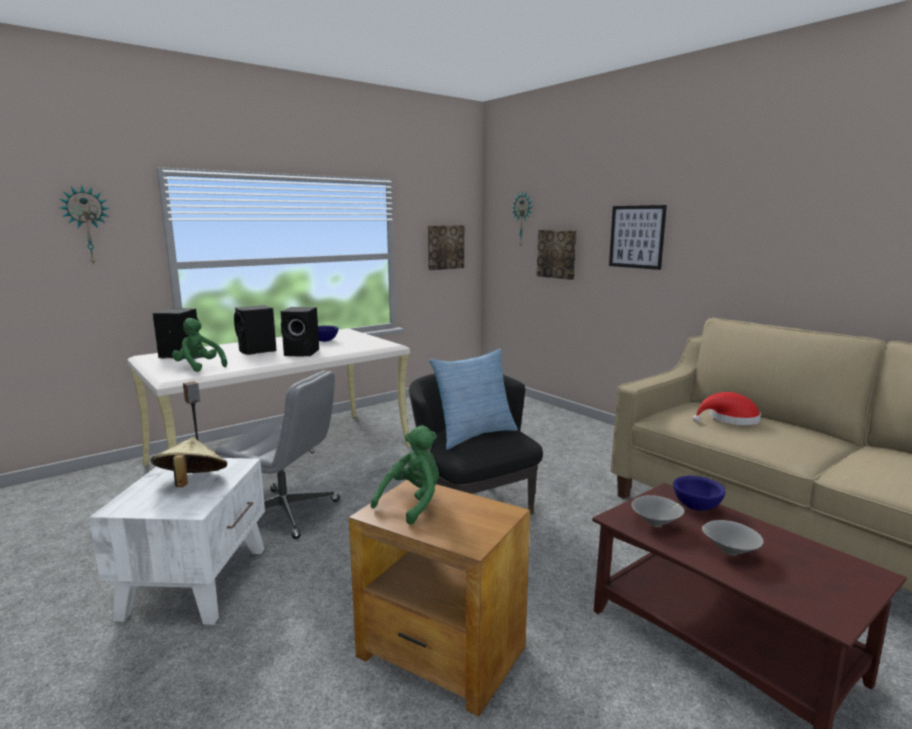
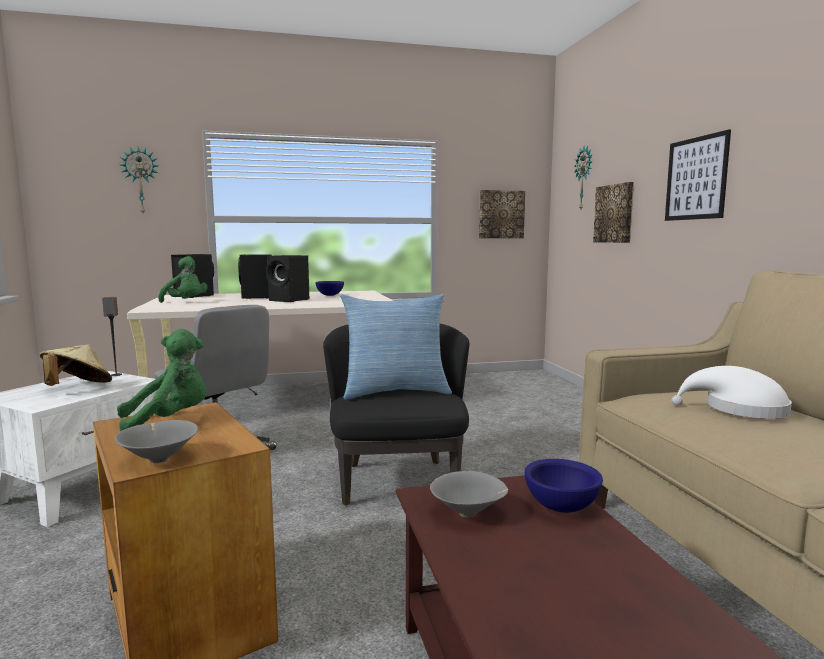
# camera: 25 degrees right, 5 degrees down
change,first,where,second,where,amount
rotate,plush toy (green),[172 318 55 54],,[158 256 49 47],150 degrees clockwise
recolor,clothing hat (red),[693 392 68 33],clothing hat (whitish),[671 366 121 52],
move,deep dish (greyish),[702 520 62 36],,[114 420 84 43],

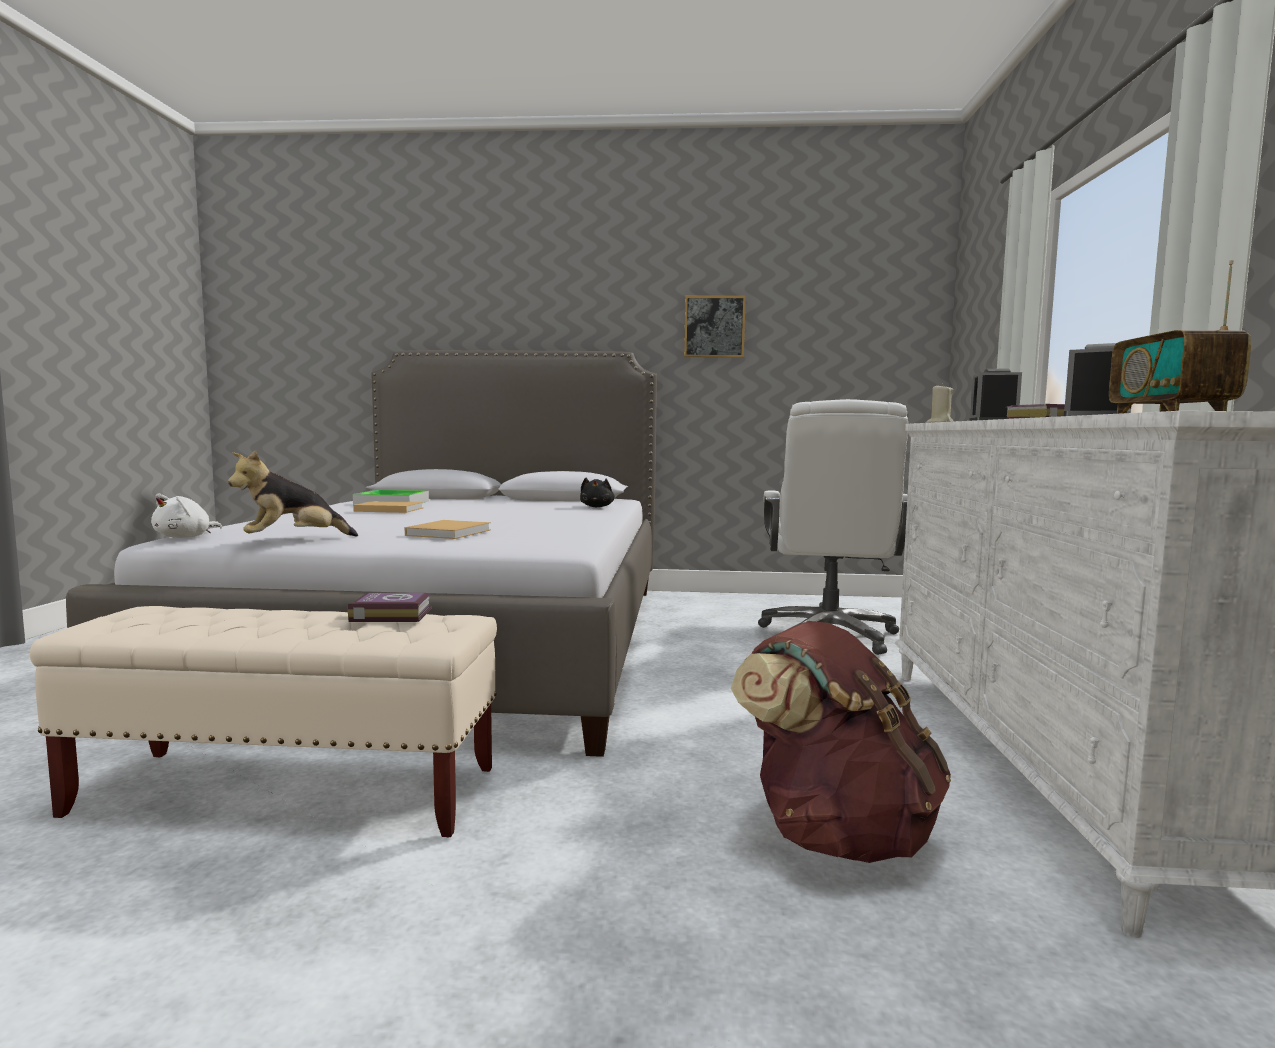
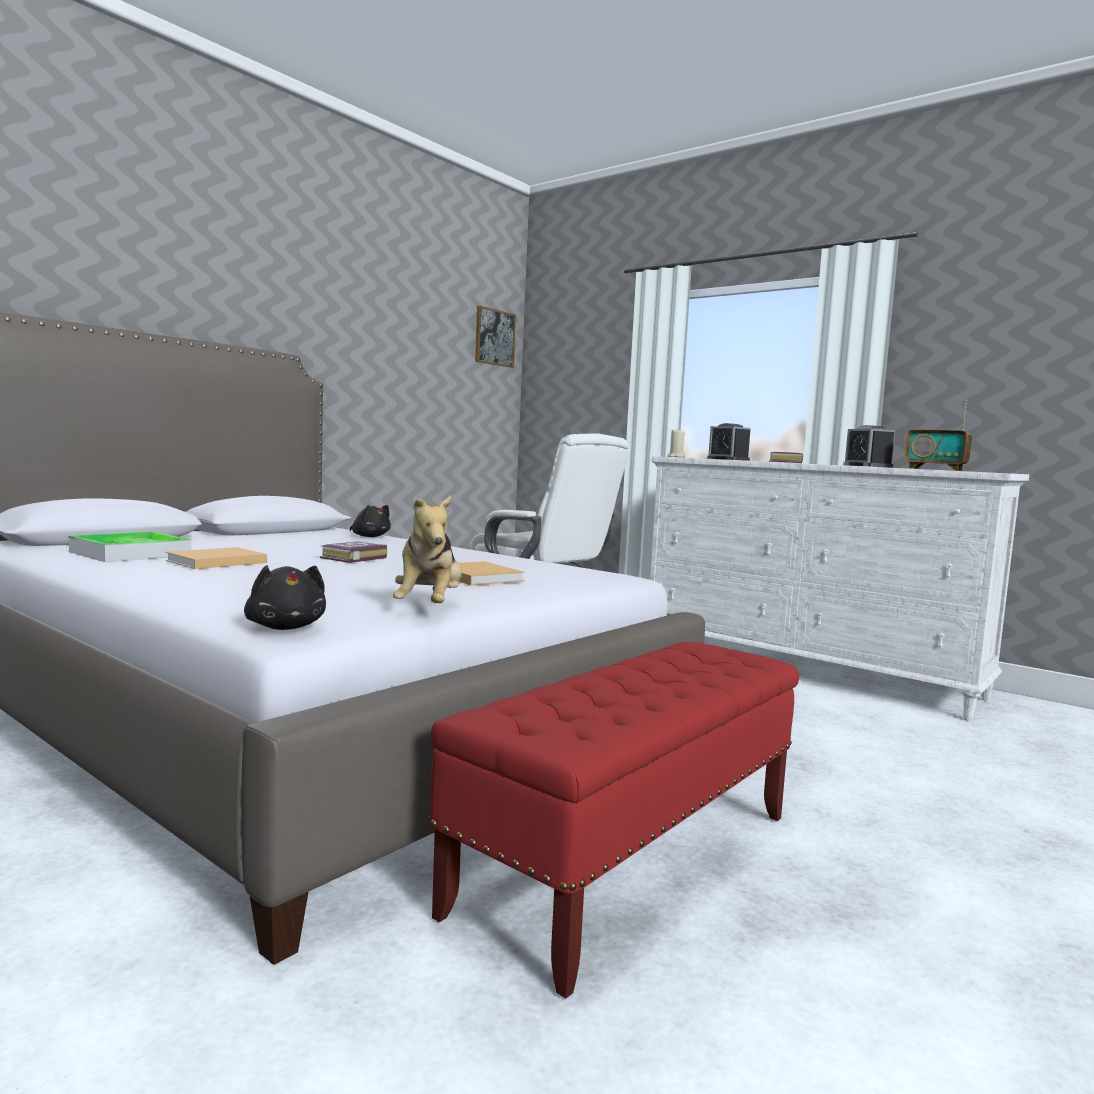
# camera: 55 degrees left, 0 degrees up
change,first,where,second,where,amount
move,picture,[684 296 62 62],,[475 306 41 62],
recolor,plush toy (whitish),[151 494 71 44],plush toy (black),[244 565 82 65],
move,book,[348 593 84 29],,[320 541 67 22],
recolor,indoor bench (beige-coloured),[30 606 467 231],indoor bench (red),[429 642 370 356],
delete,backpack (brownish),[731 621 220 242],,,

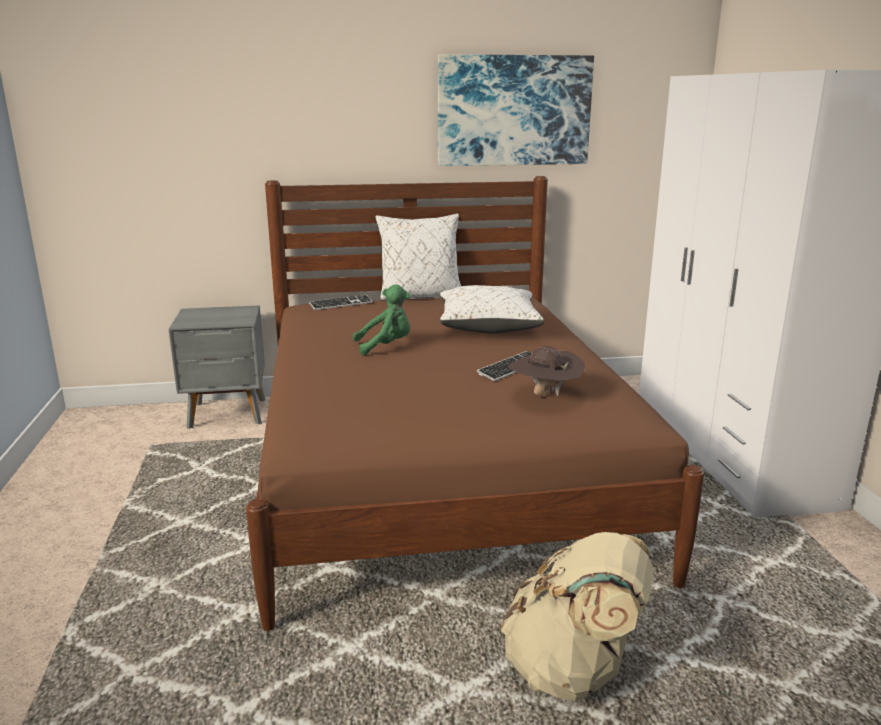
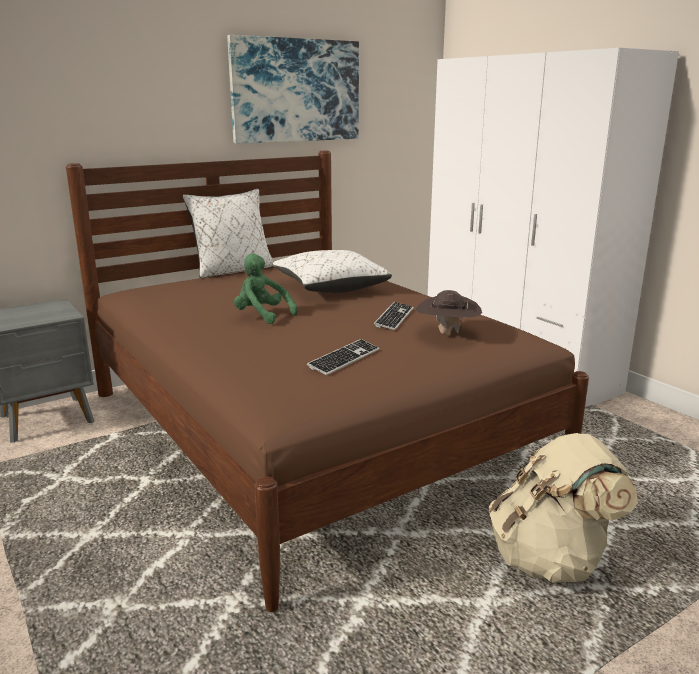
# camera: 25 degrees left, 0 degrees up
change,first,where,second,where,amount
rotate,plush toy (green),[353 284 58 72],,[234 254 64 70],105 degrees counterclockwise
move,PC keyboard,[309 295 64 15],,[307 339 73 36],

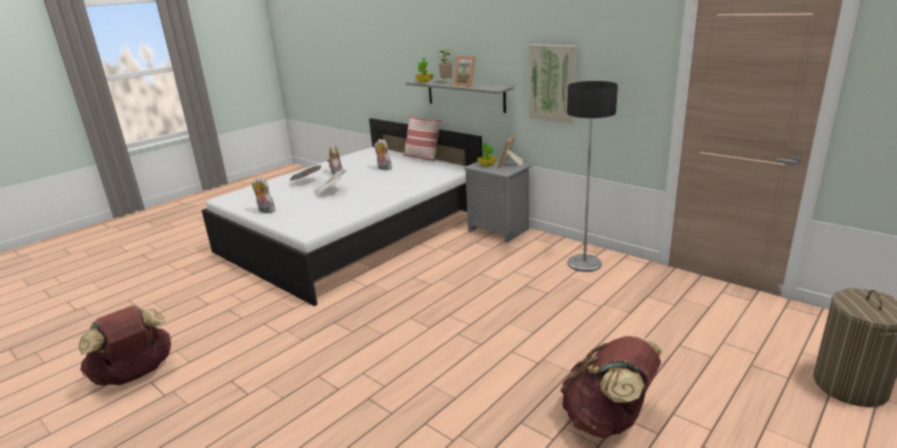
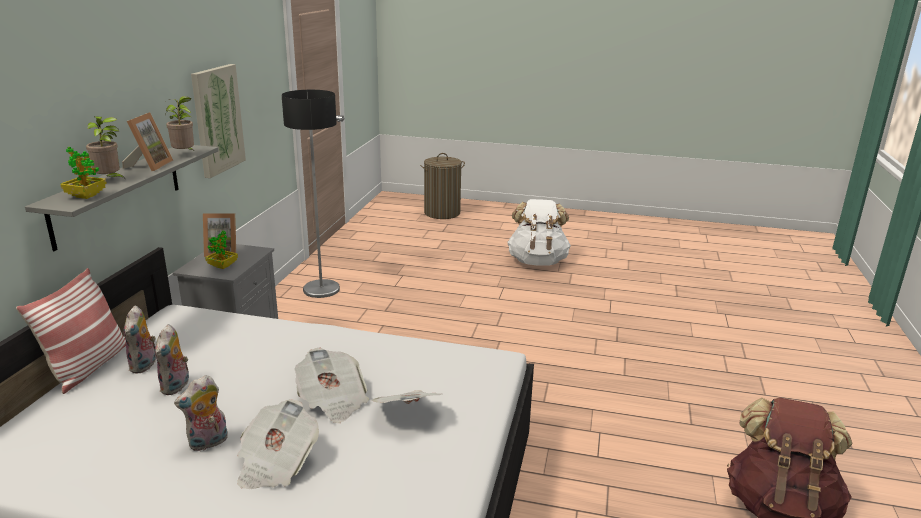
# camera: 120 degrees left, 0 degrees up
change,first,where,second,where,amount
move,plush toy,[252 177 23 36],,[124 306 32 68],
recolor,backpack (brownish),[560 336 102 102],backpack (whitish),[507 199 64 67],
insert,,,potted plant,[165 96 29 54],
insert,,,daily paper,[372 390 70 14],

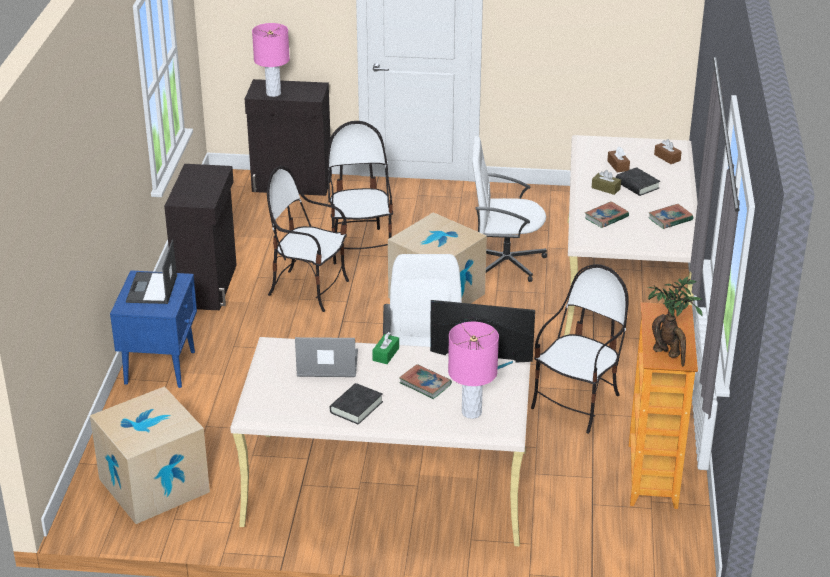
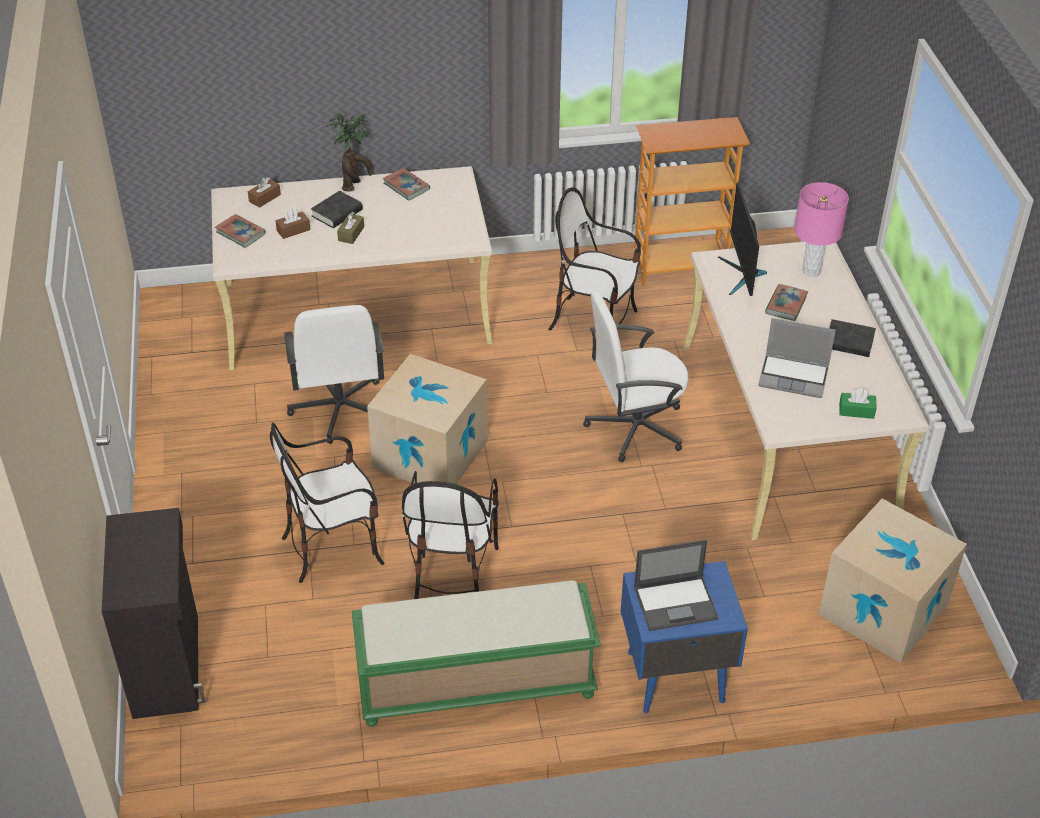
# camera: 105 degrees left, 10 degrees up
change,first,where,second,where,amount
delete,table lamp (pink),[252 23 38 74],,,
replace,cupboard (black),[164 164 73 146],indoor bench (green),[352 580 249 147],
move,book,[585 201 44 27],,[215 214 51 34],
move,potted plant,[648 277 55 89],,[327 112 45 80],
move,tissue holder (green),[372 332 27 32],,[839 389 38 30],
rotate,laptop,[295 337 63 40],,[758 318 78 80],60 degrees counterclockwise

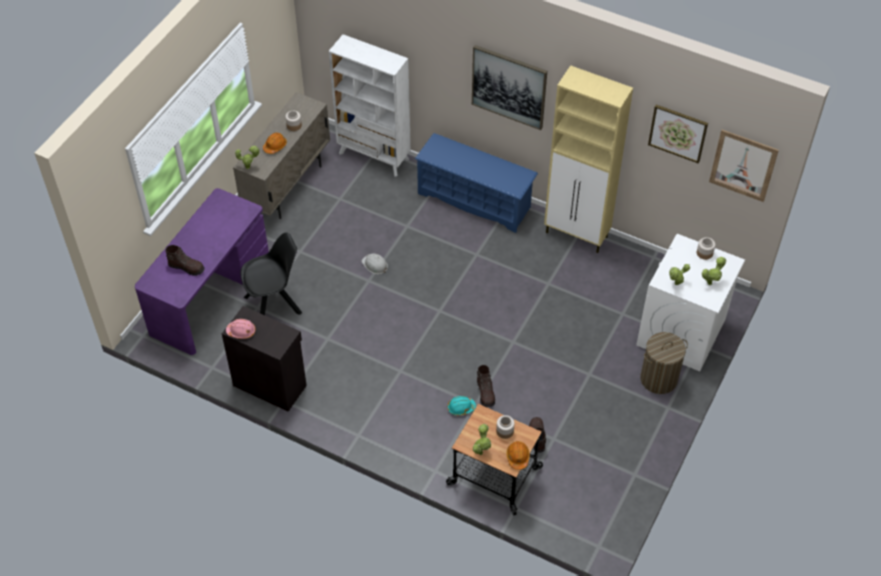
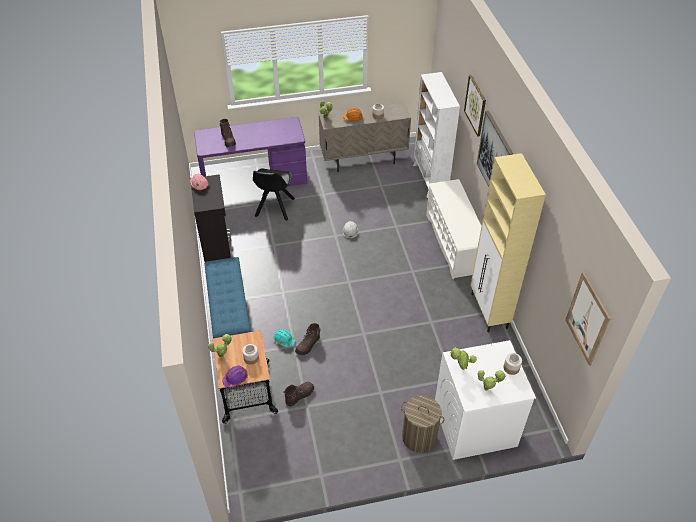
# camera: 50 degrees right, 5 degrees down
change,first,where,second,where,amount
move,picture,[648 105 60 58],,[464 75 22 61],
recolor,shoe shelf (bluish),[415 133 123 100],shoe shelf (whitish),[426 179 55 100],
rotate,chair (black),[240 232 62 83],,[253 169 42 52],75 degrees clockwise
recolor,work helmet (orange),[507 441 23 29],work helmet (purple),[222 366 26 22],
insert,,,indoor bench (bluish),[204 257 47 81],

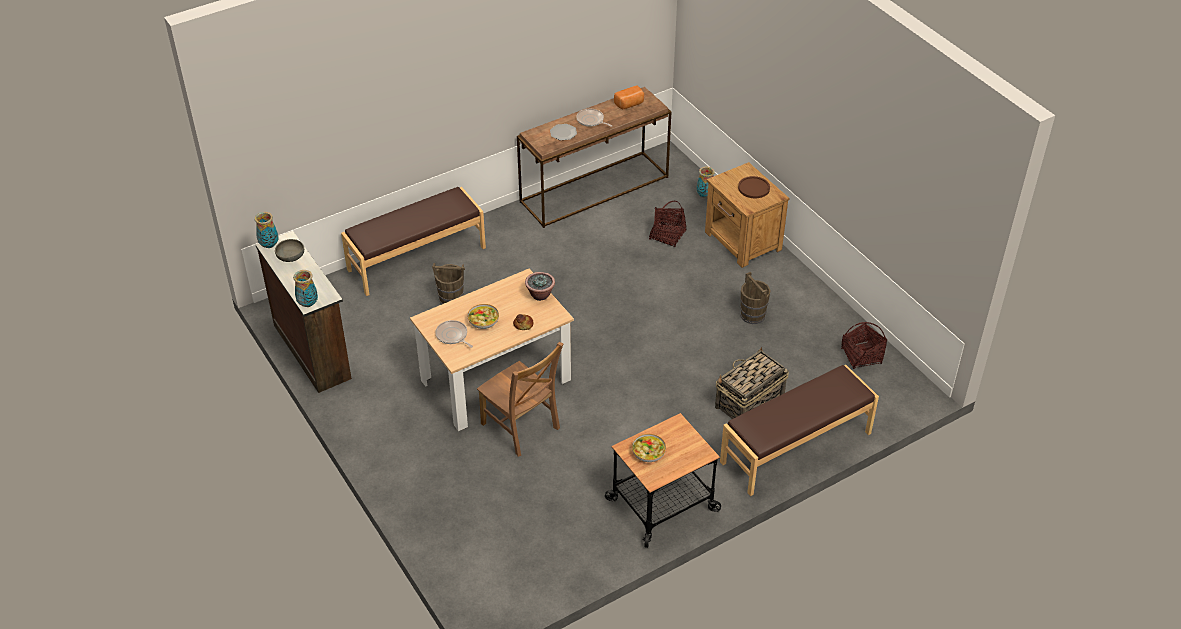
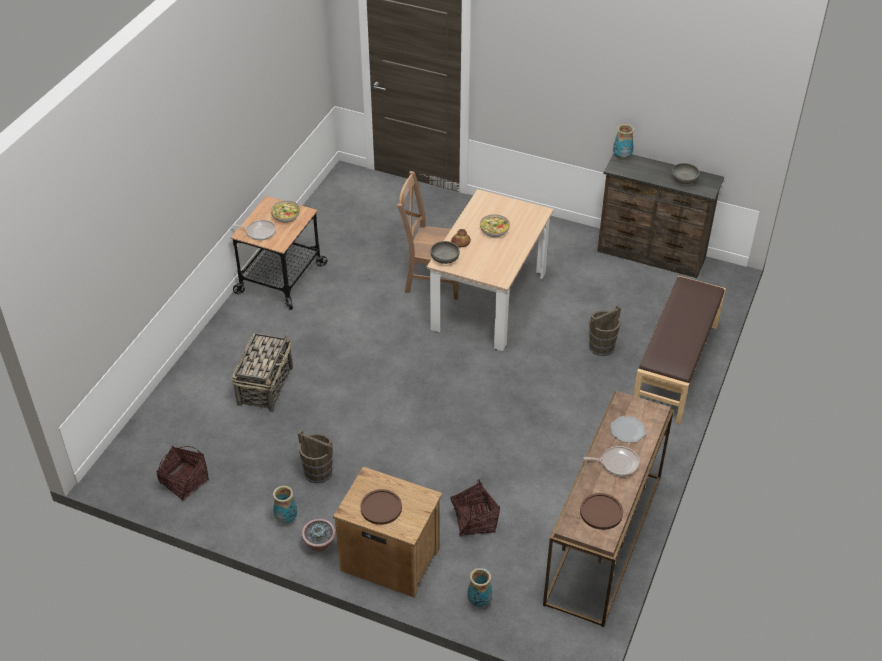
# camera: 145 degrees right, 0 degrees up
change,first,where,second,where,amount
replace,bakery bread,[614 85 30 24],dinner plate (brownish),[580 493 43 37],
move,flower vase,[255 212 24 36],,[273 486 24 38],
move,potted plant,[525 272 30 29],,[302 519 34 33],
move,pan,[435 320 38 28],,[232 220 44 20],
delete,indoor bench (brownish),[720 365 159 131],,,
insert,,,deep dish (greyish),[430 241 30 23],

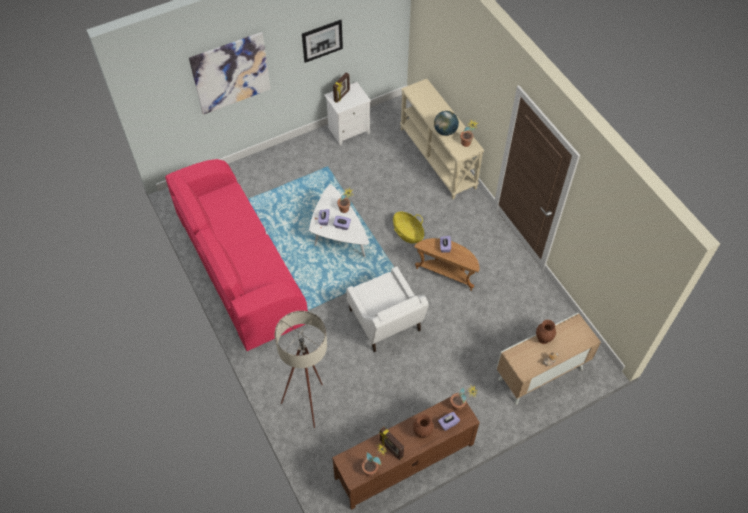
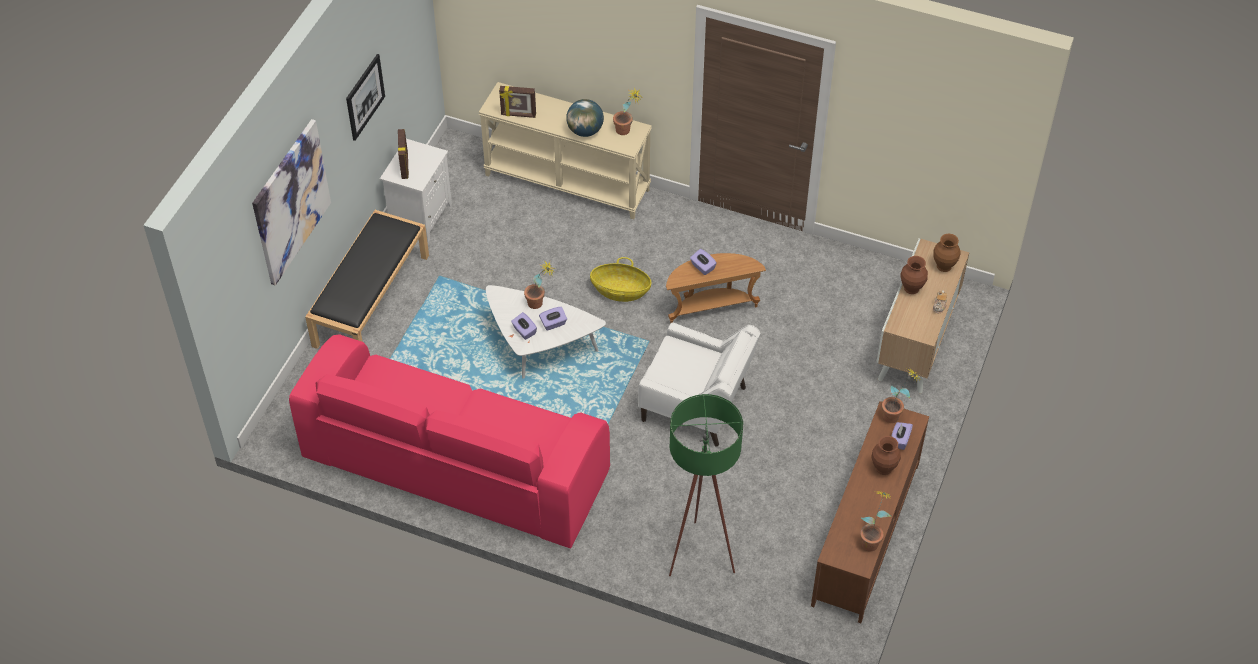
# camera: 40 degrees left, 5 degrees down
change,first,where,second,where,amount
recolor,standing lamp (beige-coloured),[275 311 52 117],standing lamp (green),[669 394 74 182],
move,picture frame,[379 426 25 34],,[499 86 37 32],
insert,,,indoor bench (black),[305 210 124 139],
insert,,,flower vase (brownish),[934 233 27 39],

